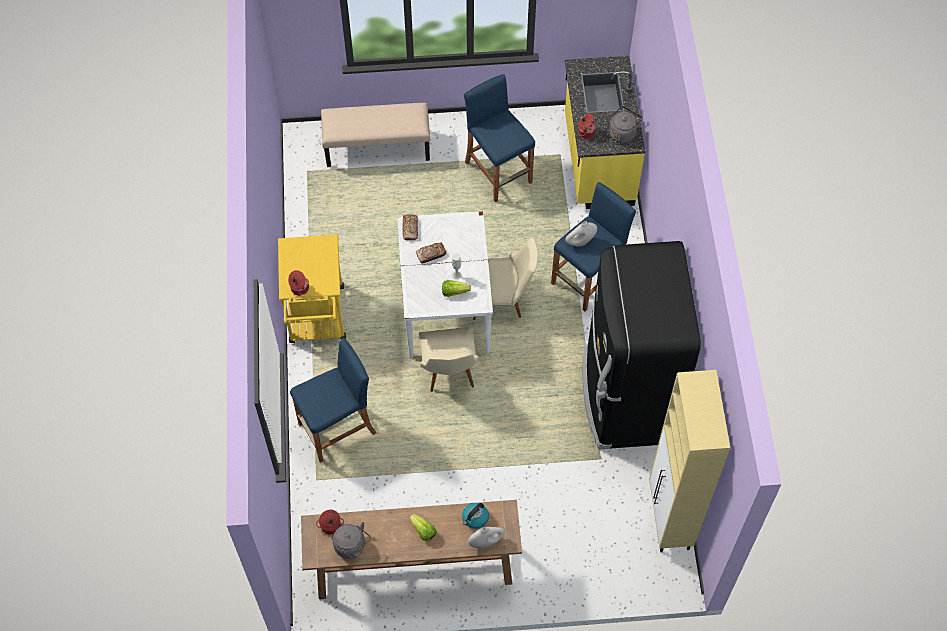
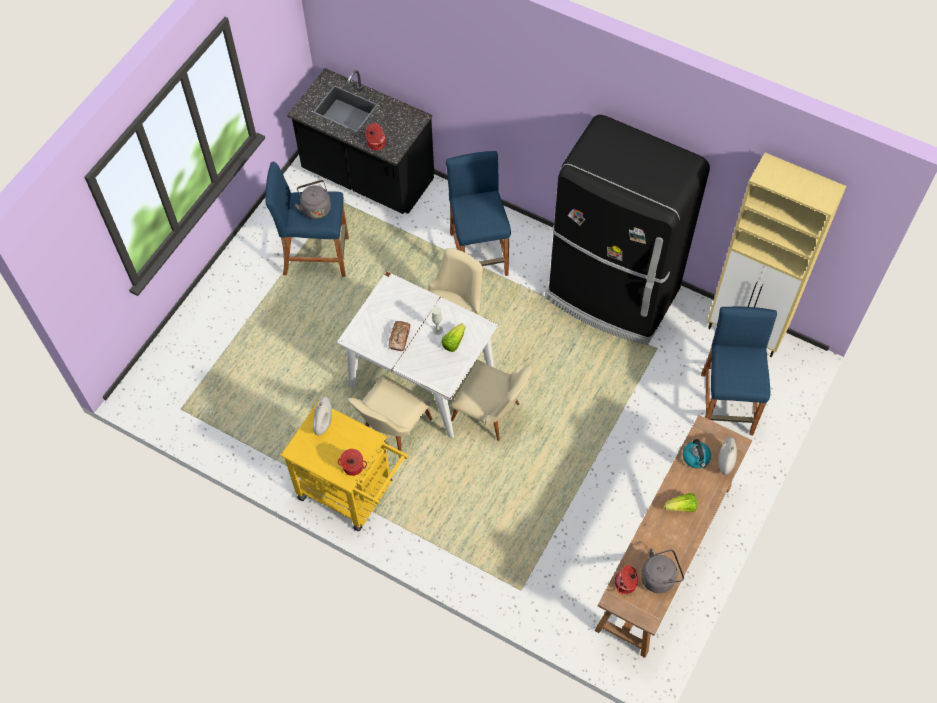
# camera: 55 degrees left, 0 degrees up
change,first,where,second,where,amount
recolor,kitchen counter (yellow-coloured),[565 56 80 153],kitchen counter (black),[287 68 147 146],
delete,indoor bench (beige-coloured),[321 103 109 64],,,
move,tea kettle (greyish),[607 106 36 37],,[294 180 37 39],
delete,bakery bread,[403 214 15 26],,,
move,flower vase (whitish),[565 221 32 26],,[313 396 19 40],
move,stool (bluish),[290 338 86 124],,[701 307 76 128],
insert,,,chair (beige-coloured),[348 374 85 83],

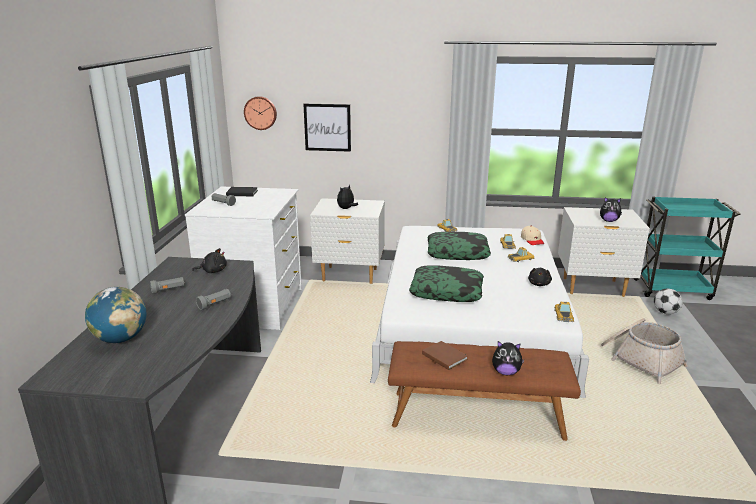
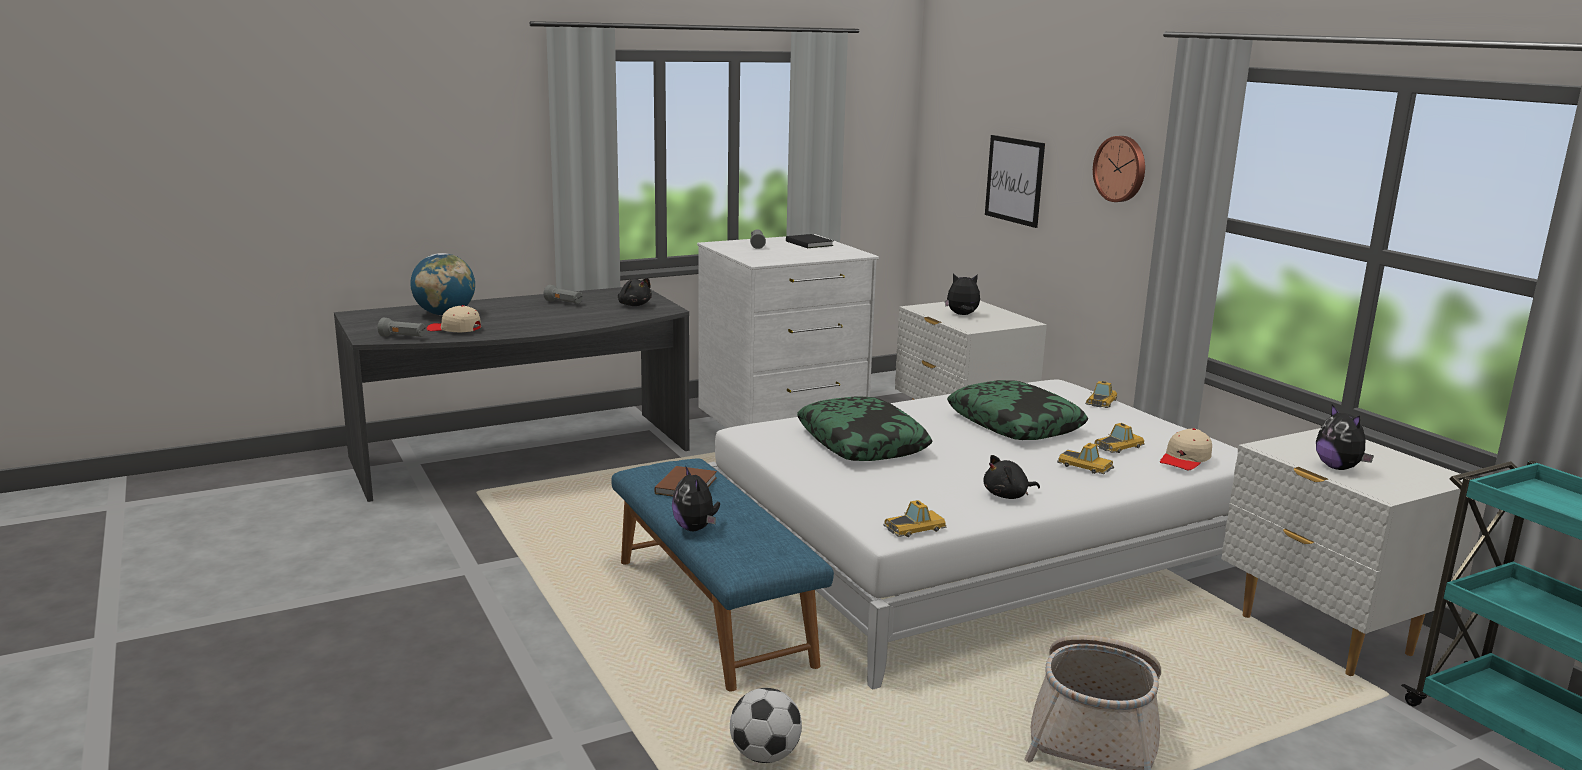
# camera: 55 degrees right, 5 degrees down
change,first,where,second,where,amount
move,hanging clock,[244 96 33 34],,[1093 136 52 66],
move,hand torch (greyish),[196 289 35 21],,[378 318 48 19],
move,ball for football,[654 289 29 26],,[730 688 72 75],
recolor,indoor bench (brownish),[388 341 193 100],indoor bench (bluish),[611 458 223 234],
insert,,,peaked cap (beige-coloured),[427 305 54 27],

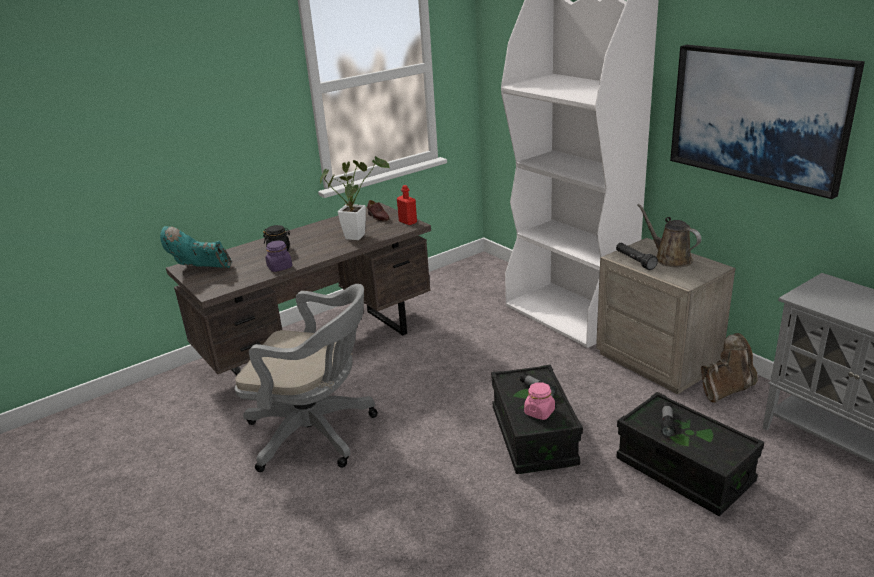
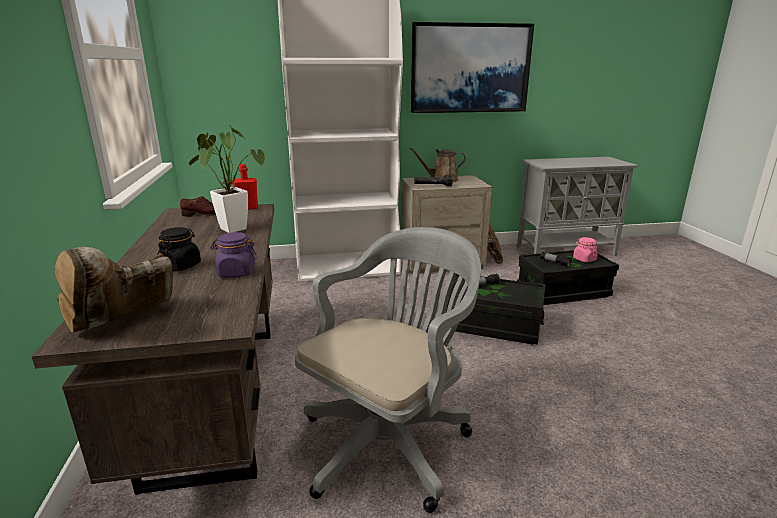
# camera: 65 degrees left, 5 degrees down
change,first,where,second,where,amount
recolor,boot (turquoise),[160 226 71 42],boot (brownish),[55 247 118 86],
move,preserve jar (pink),[524 382 31 38],,[573 237 25 25],

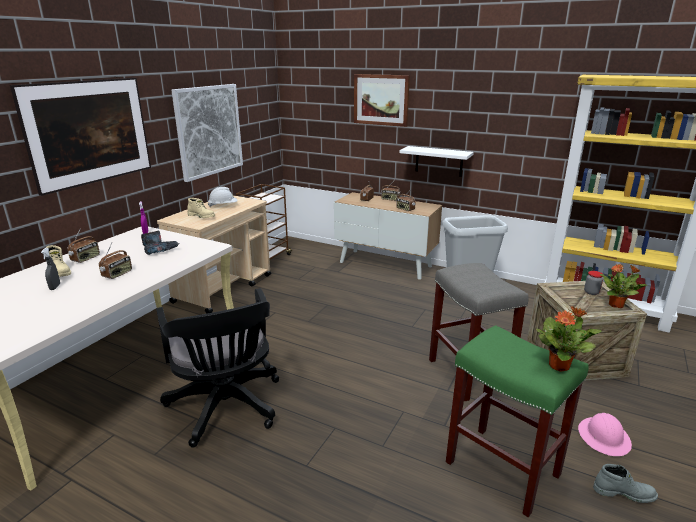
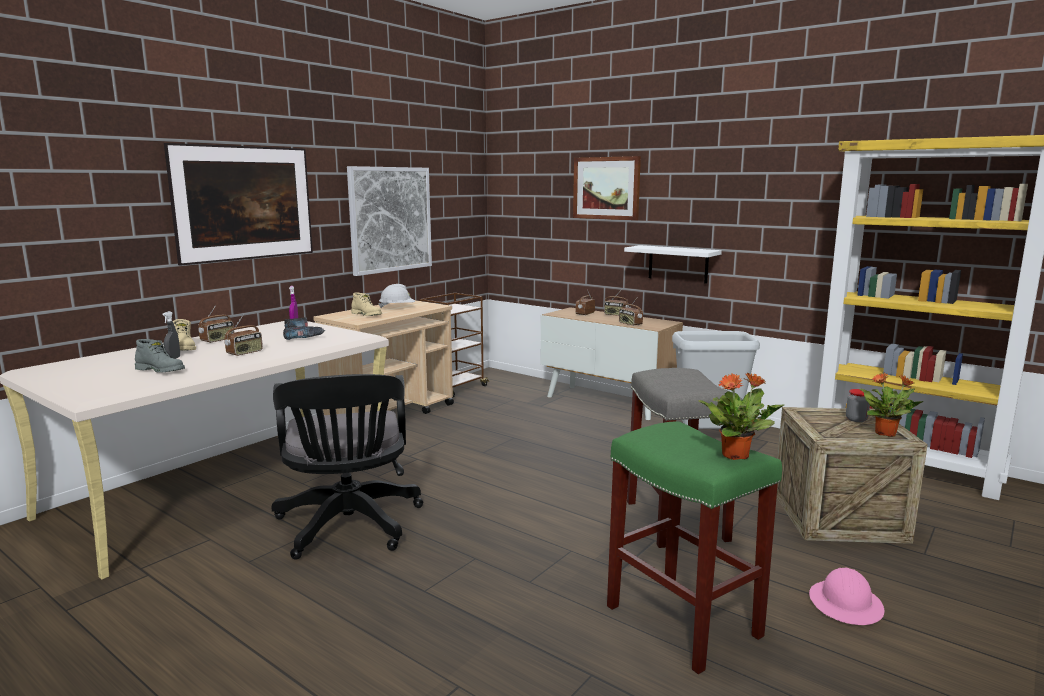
# camera: 10 degrees right, 10 degrees down
change,first,where,second,where,amount
move,boot (greyish),[593 464 65 39],,[135 339 50 34],

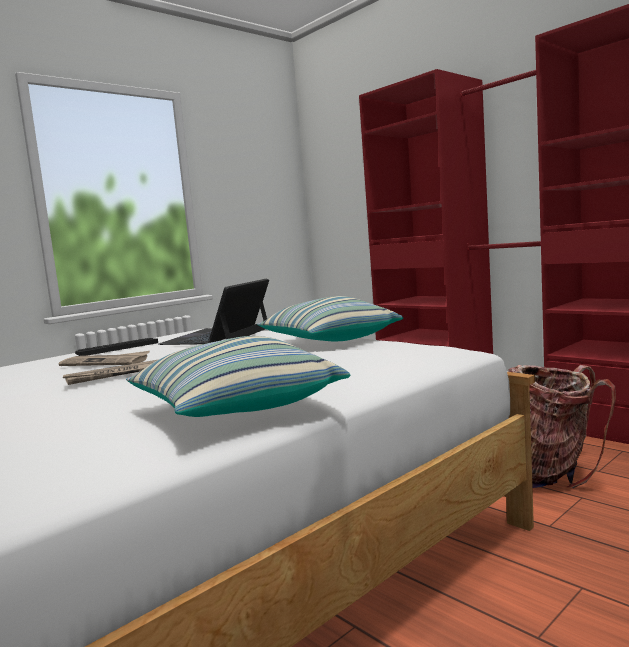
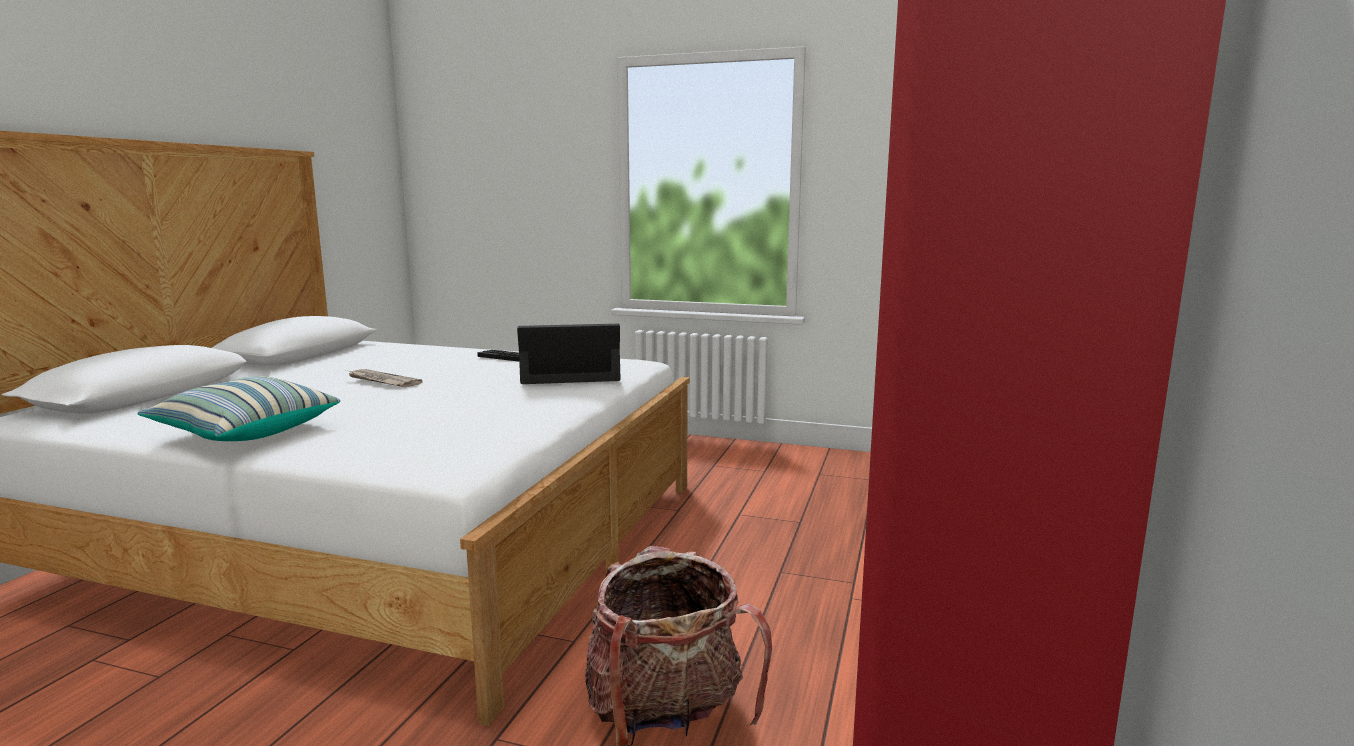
# camera: 60 degrees right, 5 degrees up
change,first,where,second,where,amount
delete,cushion,[257 296 146 45],,,
delete,daily paper,[59 351 91 15],,,

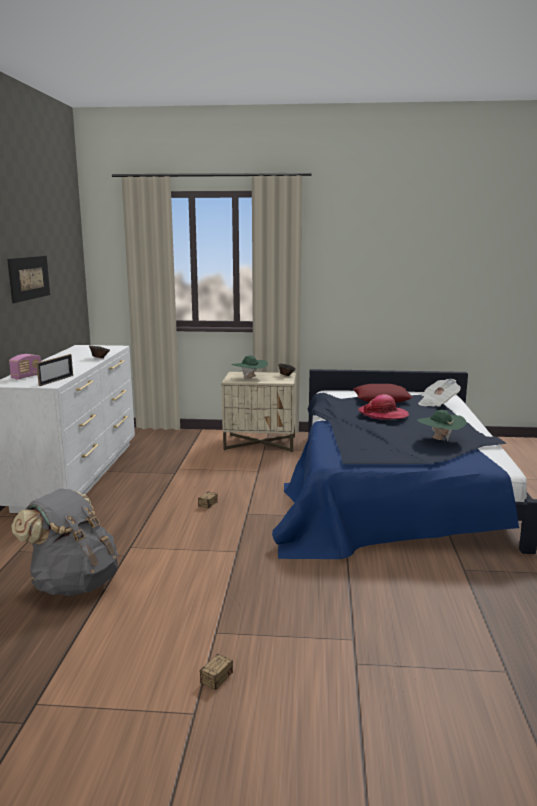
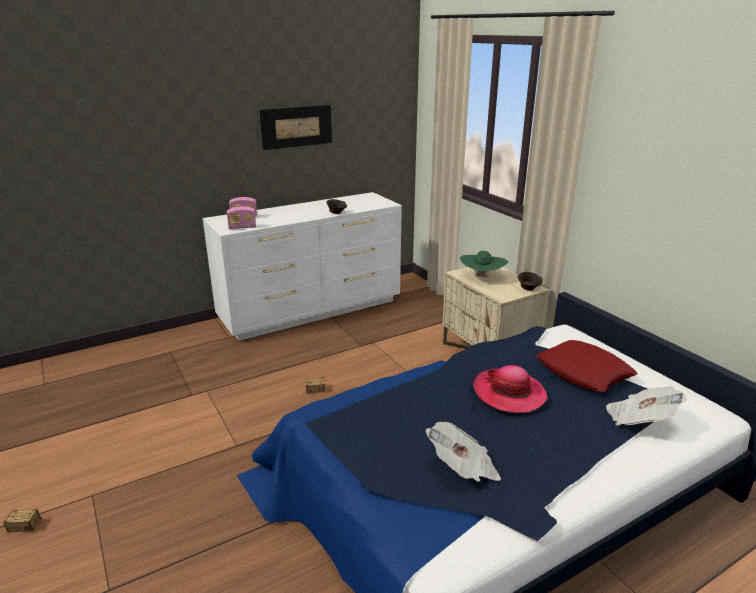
# camera: 55 degrees right, 10 degrees up
change,first,where,second,where,amount
replace,picture frame,[36 354 37 32],radio set,[227 206 29 23],
replace,clothing hat (green),[417 410 50 31],daily paper,[426 422 75 60],
delete,backpack (greyish),[11 488 107 108],,,

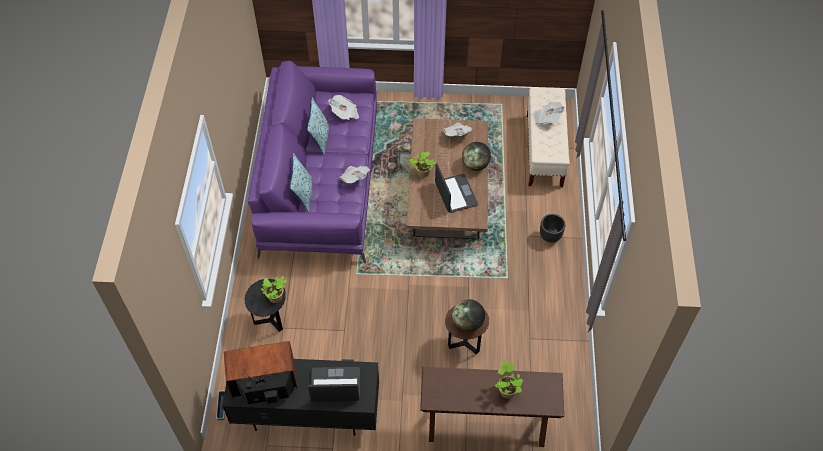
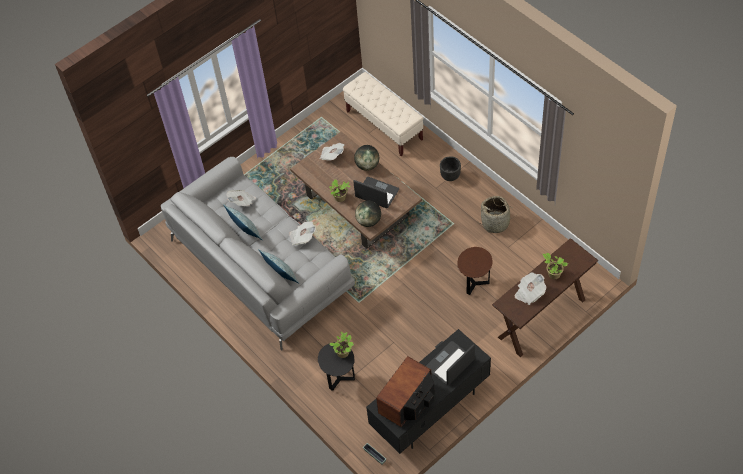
# camera: 40 degrees left, 0 degrees up
change,first,where,second,where,amount
recolor,settee (purple),[248 61 129 202],settee (greyish),[161 157 195 193],
move,daily paper,[533 102 32 22],,[514 272 32 33],
move,desk globe,[452 299 33 32],,[355 201 26 26],
insert,,,basket,[478 196 33 37],

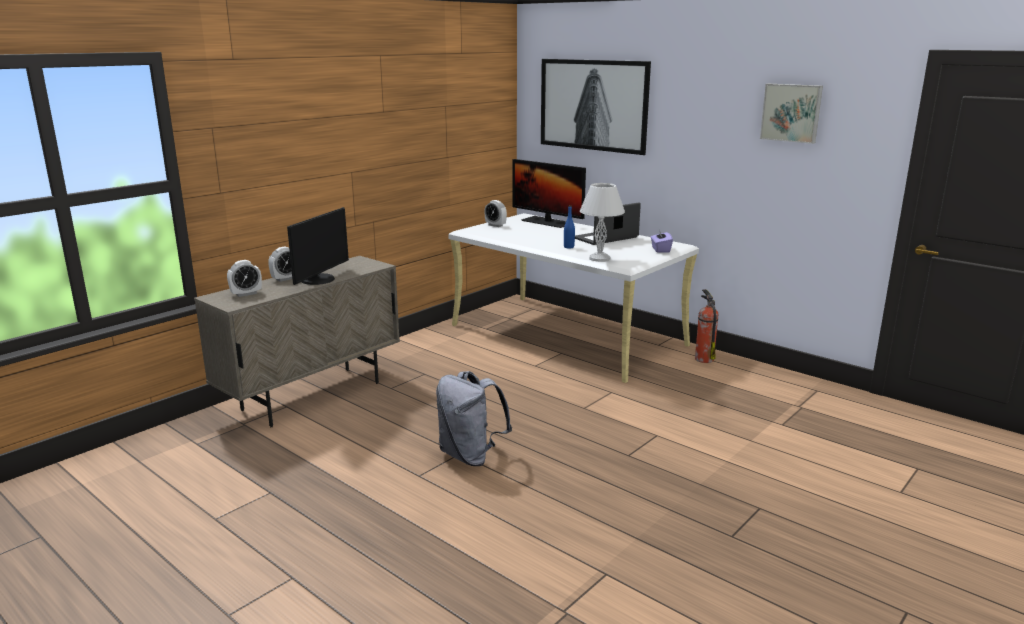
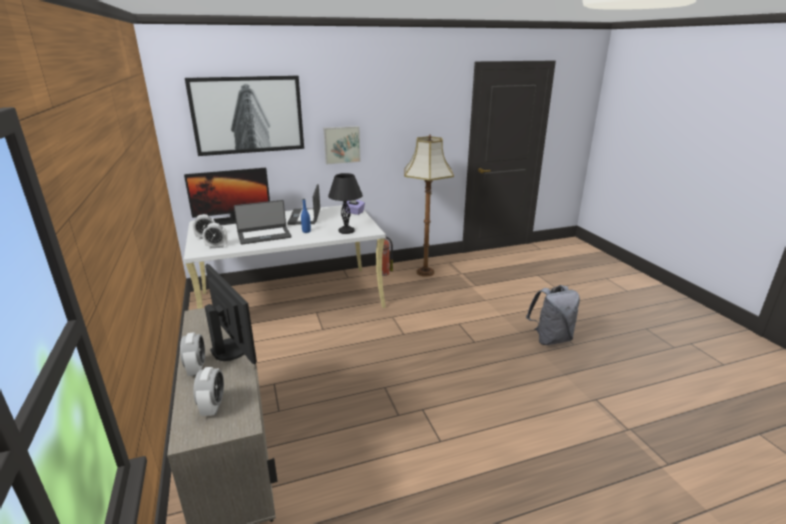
# camera: 60 degrees left, 5 degrees up
change,first,where,second,where,amount
move,picture,[760 84 63 60],,[323 126 38 39],
recolor,table lamp (whitish),[580 183 45 79],table lamp (black),[328 173 35 61],
move,backpack (greyish),[436 371 76 95],,[526 285 54 60],
insert,,,standing lamp,[404 134 50 143],
insert,,,laptop,[234 200 57 45],
insert,,,table clock,[203 223 25 25],

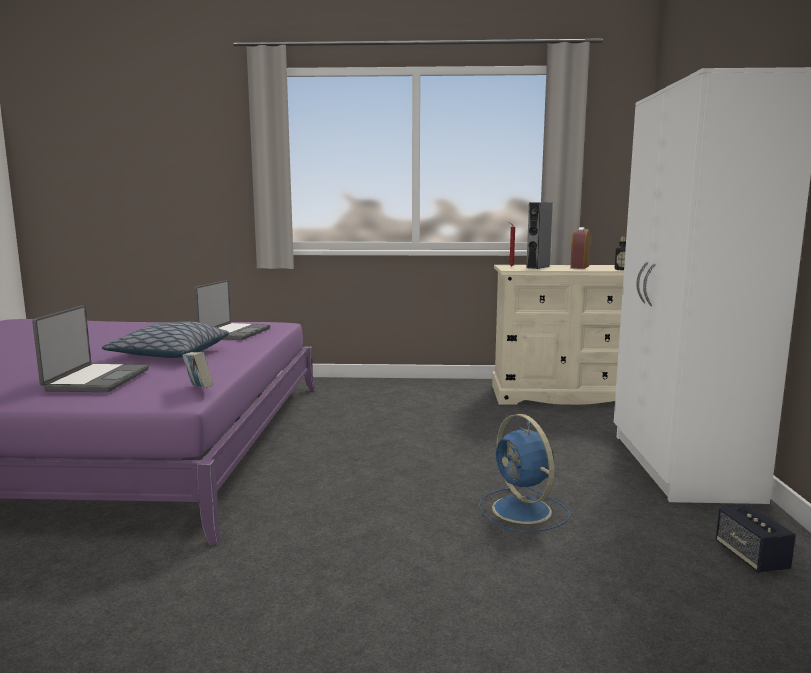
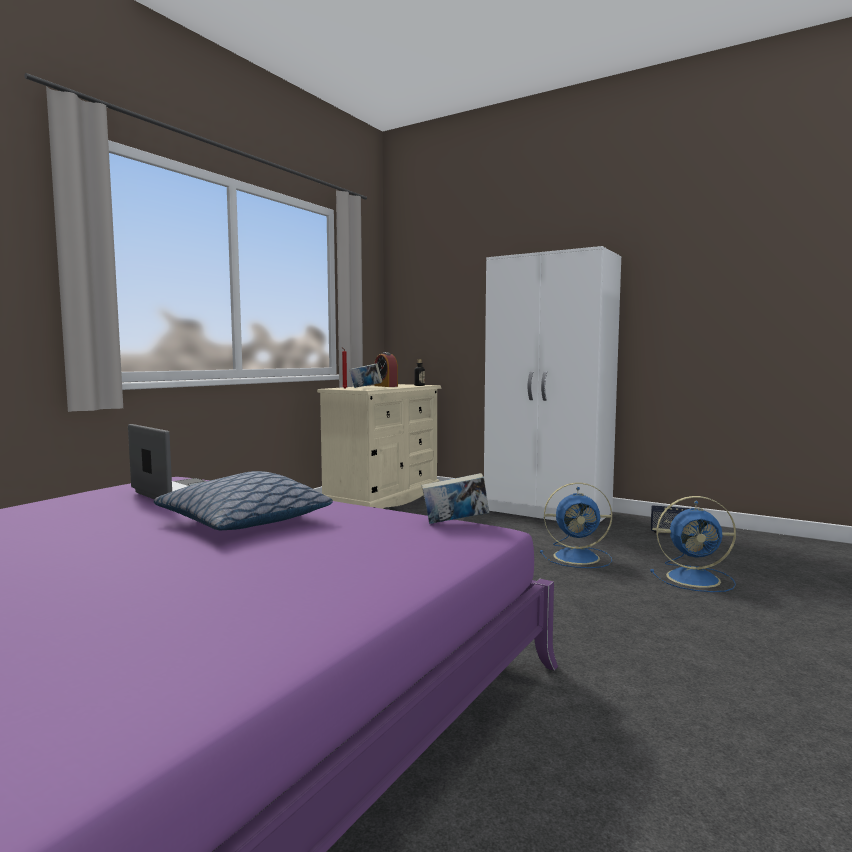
# camera: 60 degrees left, 5 degrees down
change,first,where,second,where,amount
replace,speaker (greyish),[526 202 27 67],book,[350 363 32 25],
delete,laptop,[32 305 117 87],,,
insert,,,fan (bluish),[650 496 86 96],

